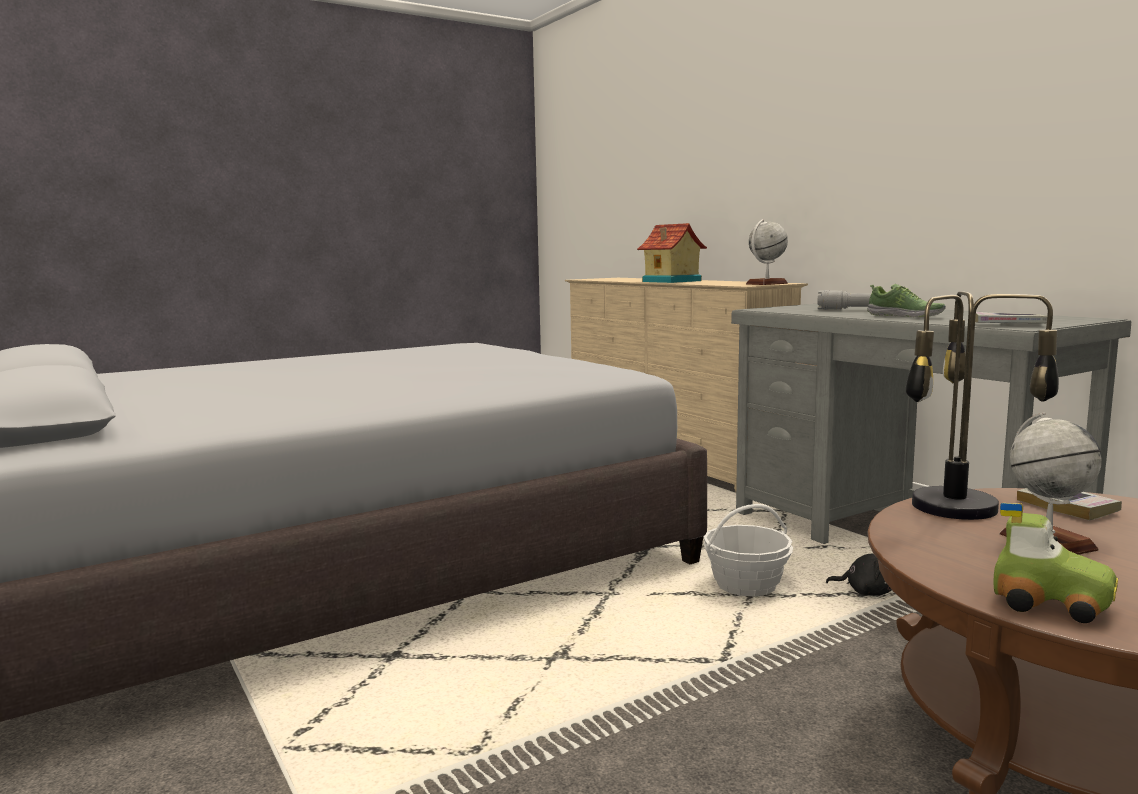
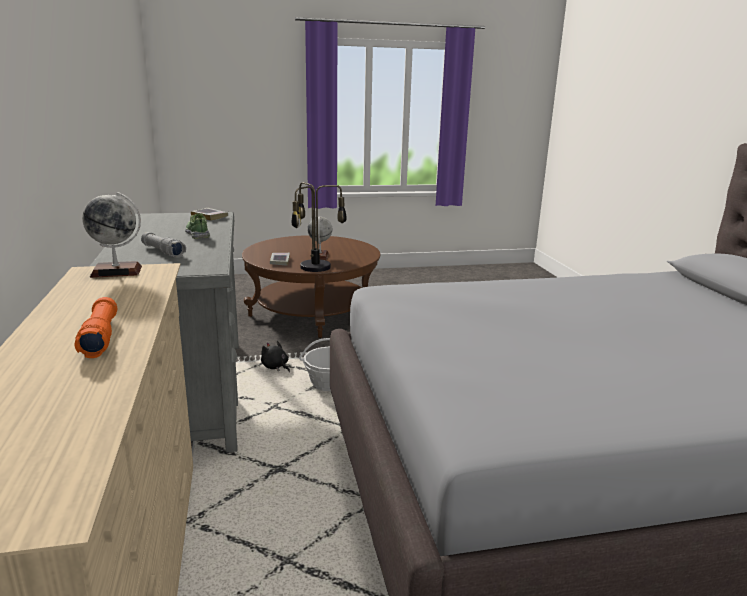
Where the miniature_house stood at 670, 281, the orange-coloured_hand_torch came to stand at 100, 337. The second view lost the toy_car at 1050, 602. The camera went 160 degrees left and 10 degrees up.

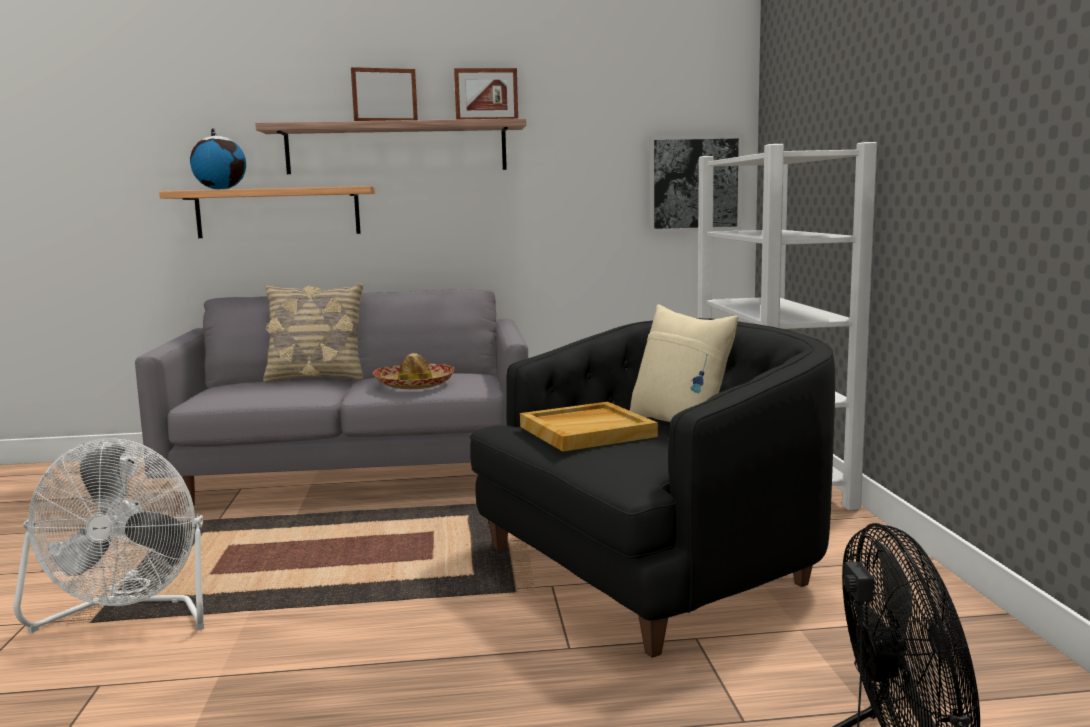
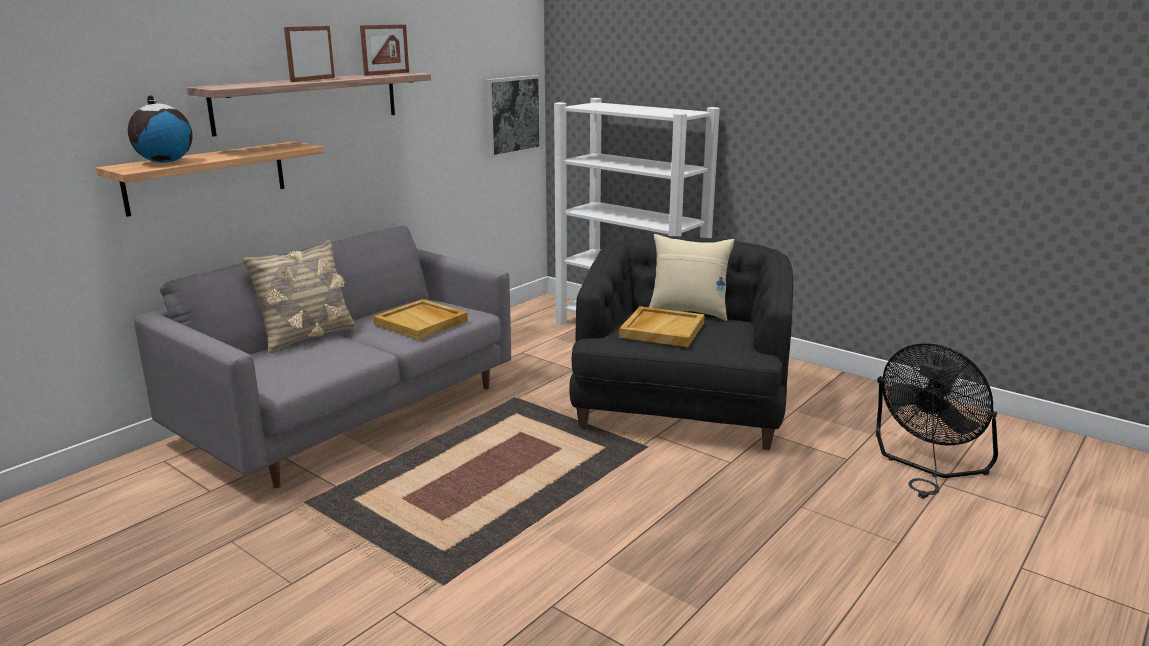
Where the clothing_hat stood at 414, 384, the sand-coloured_tray came to stand at 422, 322. The second view lost the white-coloured_electric_fan at 127, 613. The camera went 45 degrees left and 10 degrees up.

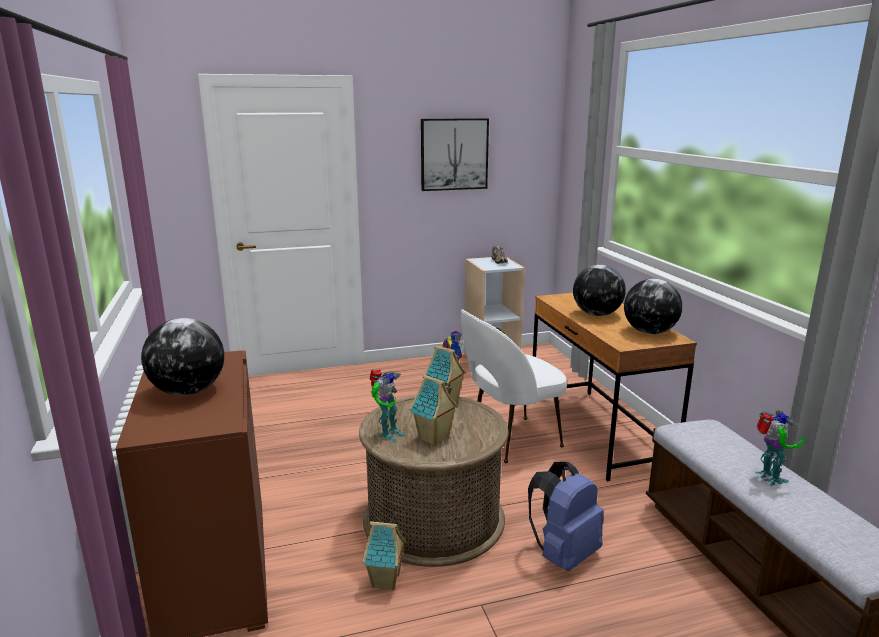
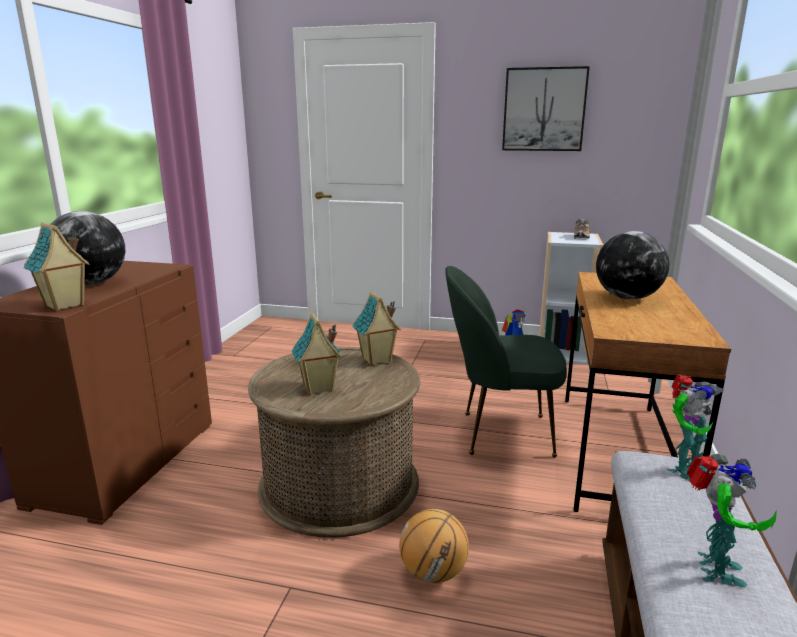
The miniature_house ended up elsewhere, having gone from 386, 581 to 64, 305. Where the bluish_backpack stood at 563, 554, the basketball_ball came to stand at 433, 573. What was the white-coloured_plain_chair at 508, 441 turned into the green_plain_chair at 497, 434. The model_robot ended up elsewhere, having gone from 387, 434 to 685, 470. The second view lost the desk_globe at 649, 332. The camera went 30 degrees right and 0 degrees up.

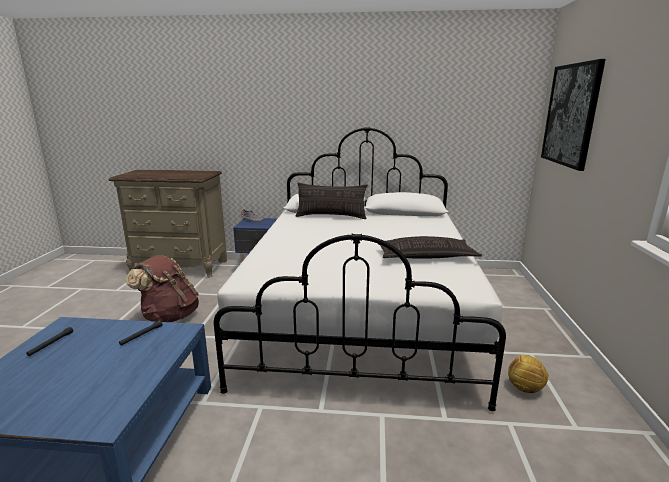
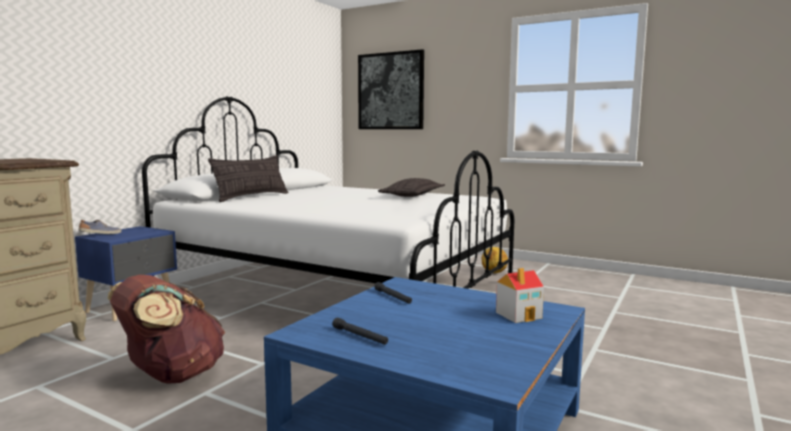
The second view gained the miniature_house at 519, 315. The camera went 65 degrees left and 10 degrees down.

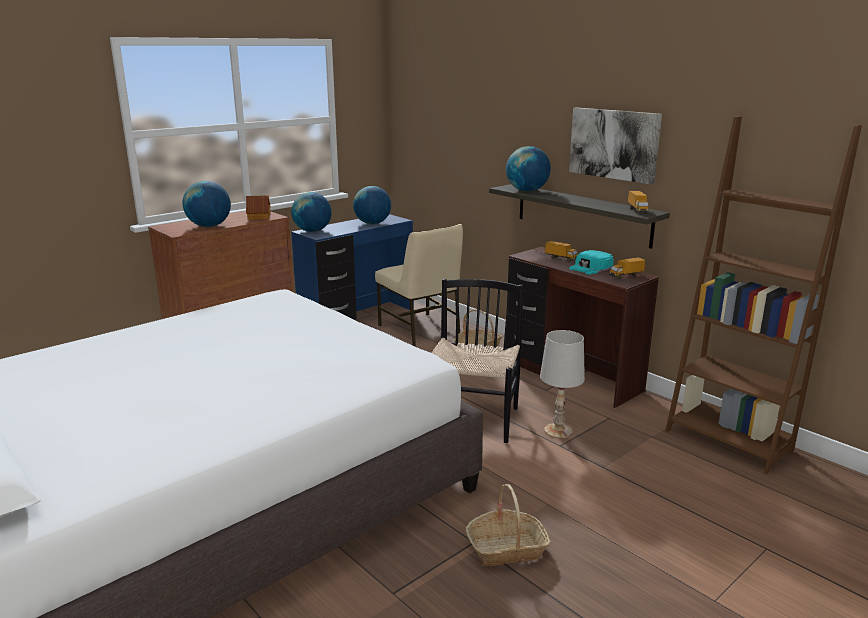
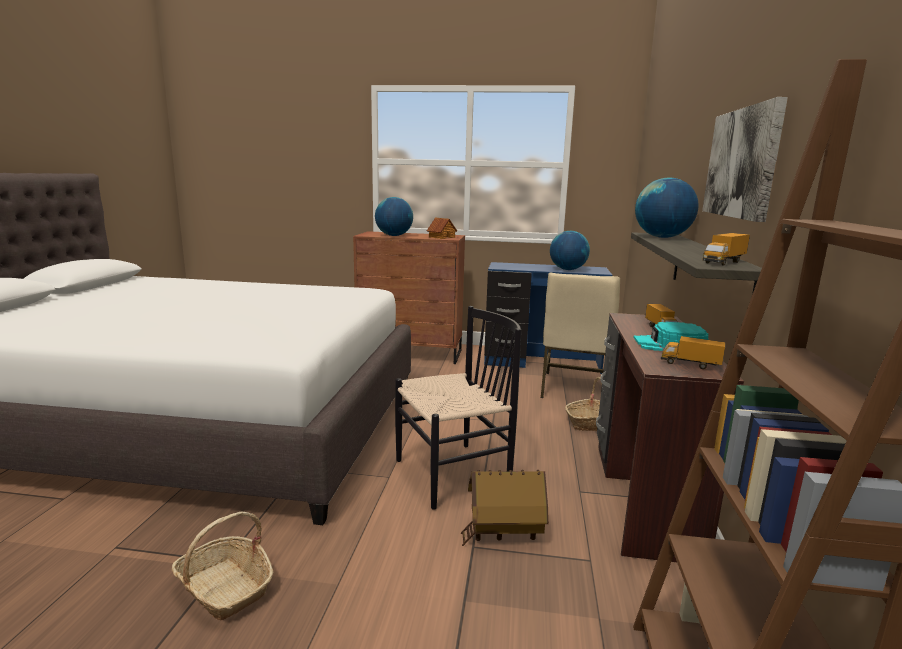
Where the white-coloured_lamp_for_a_table stood at 558, 431, the miniature_house came to stand at 503, 533. The second view lost the desk_globe at 312, 231. The camera went 50 degrees right and 5 degrees down.

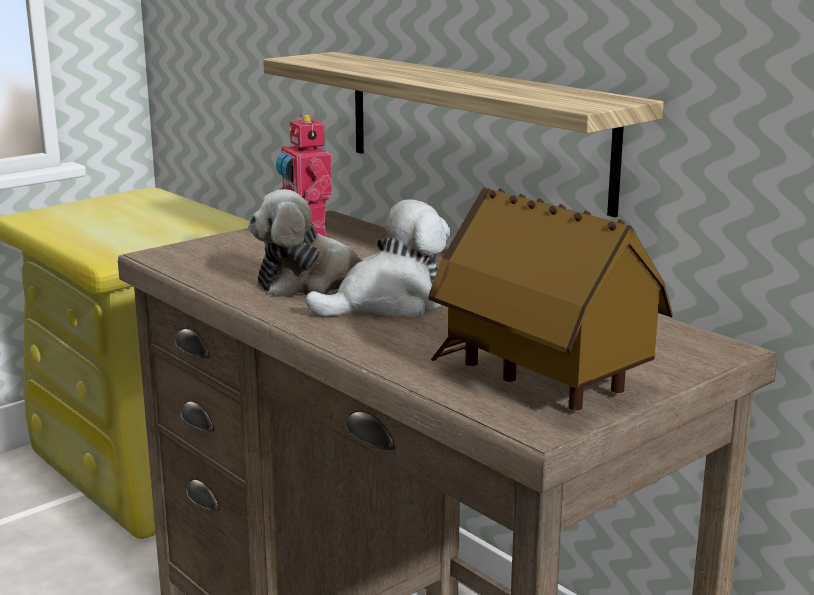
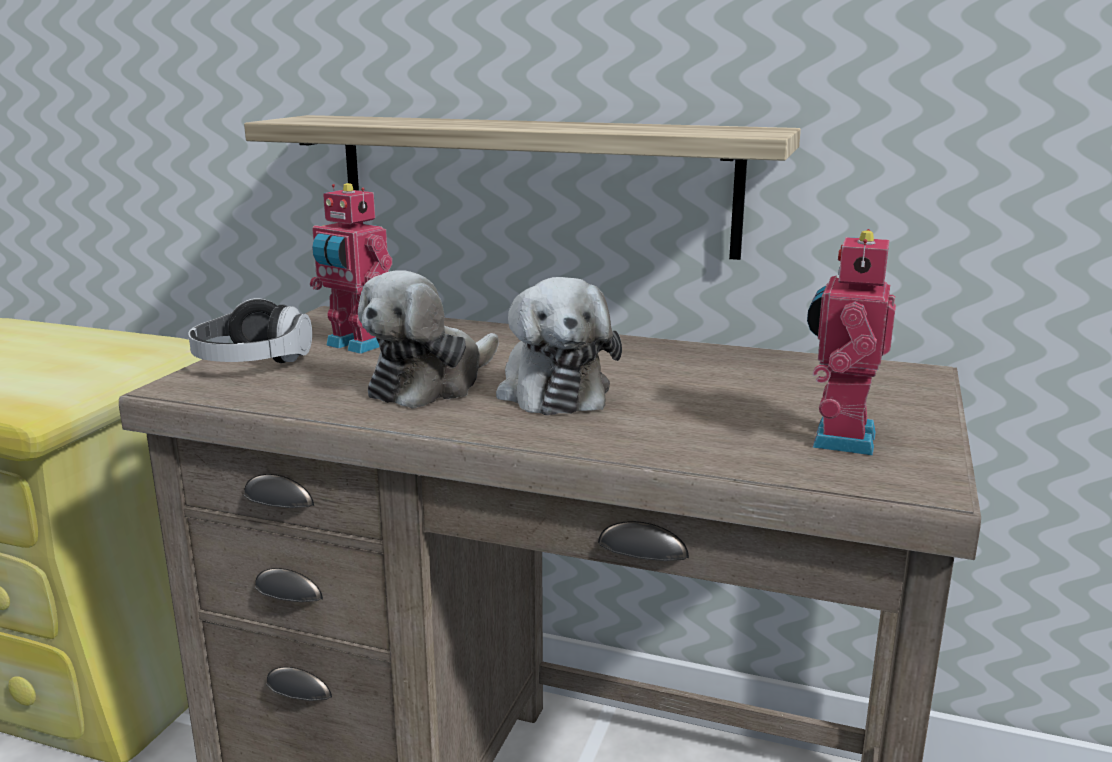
The second view gained the pair_of_headphones at 252, 364. The cuddly_toy at 388, 303 ended up facing another way, 135 degrees clockwise from before. Where the miniature_house stood at 541, 381, the model_robot came to stand at 838, 438. The camera went 30 degrees left and 0 degrees up.

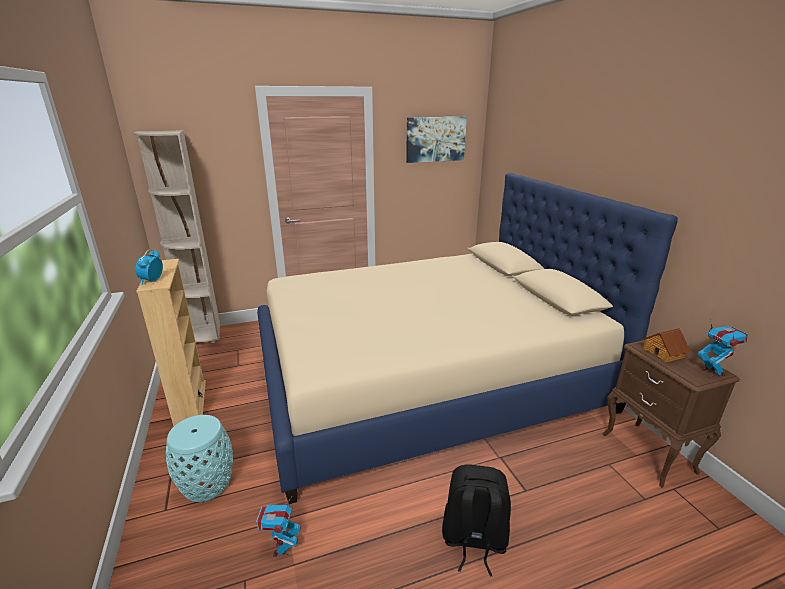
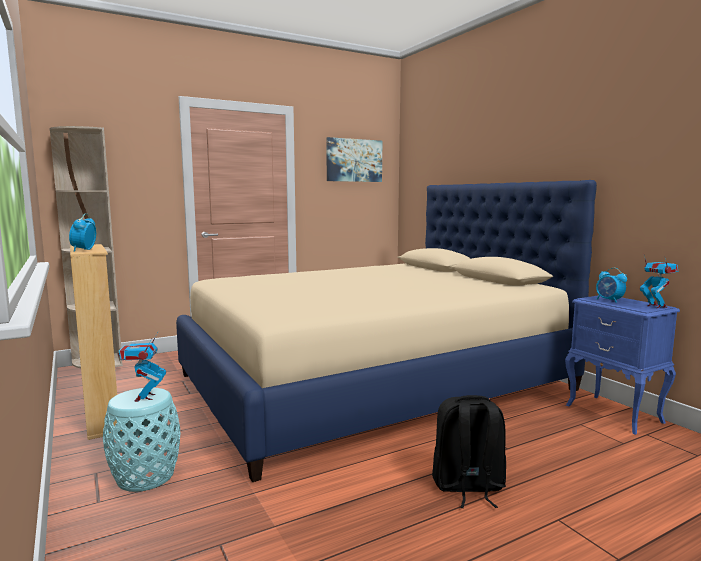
The model_robot ended up elsewhere, having gone from 282, 548 to 144, 397. What was the brown_nightstand at 648, 453 turned into the bluish_nightstand at 614, 414. Where the miniature_house stood at 663, 353, the bedside_clock came to stand at 609, 300. The camera went 10 degrees left and 15 degrees down.

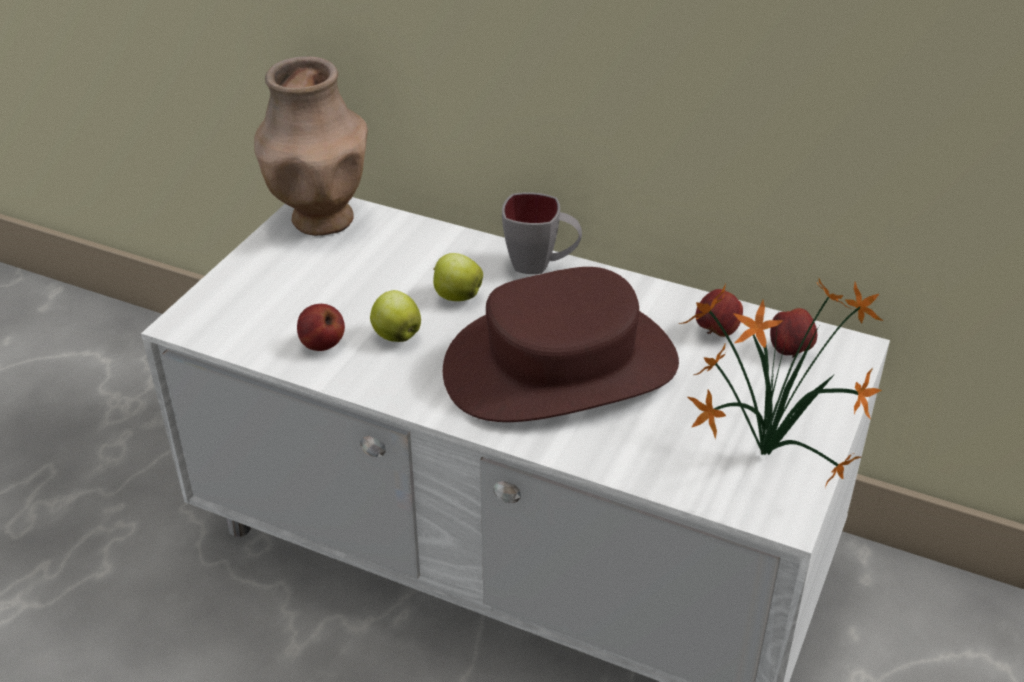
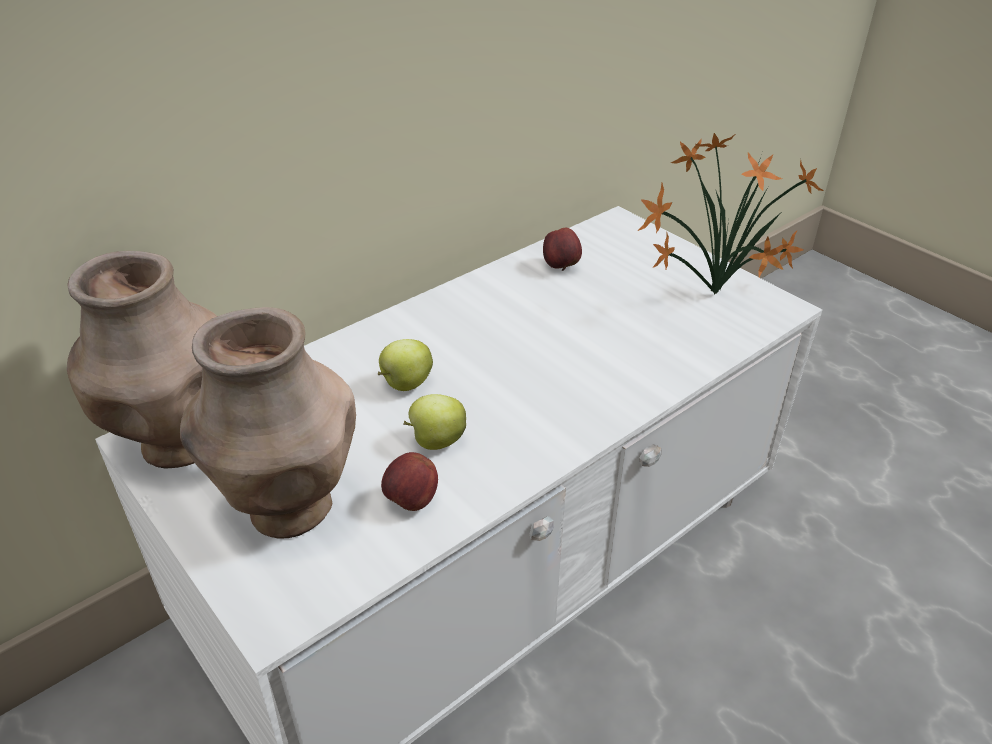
The second view gained the brown_decorative_vase at 289, 509. The second view lost the brown_clothing_hat at 560, 367. The second view lost the gray_tea_mug at 541, 265. The second view lost the apple at 790, 351. The camera went 65 degrees left and 0 degrees up.

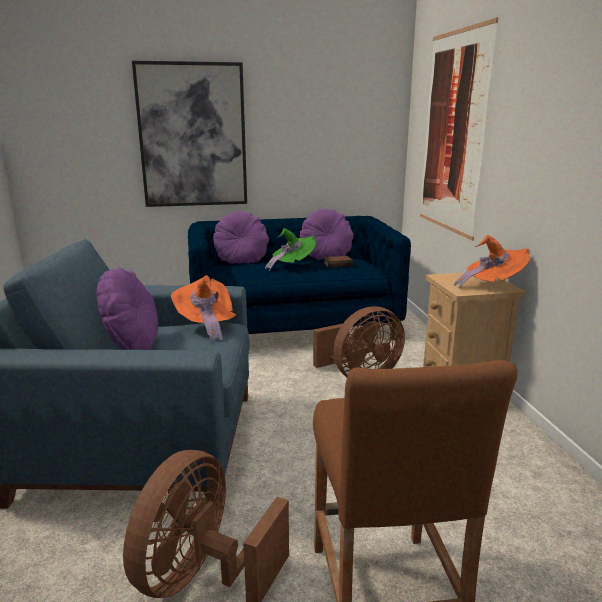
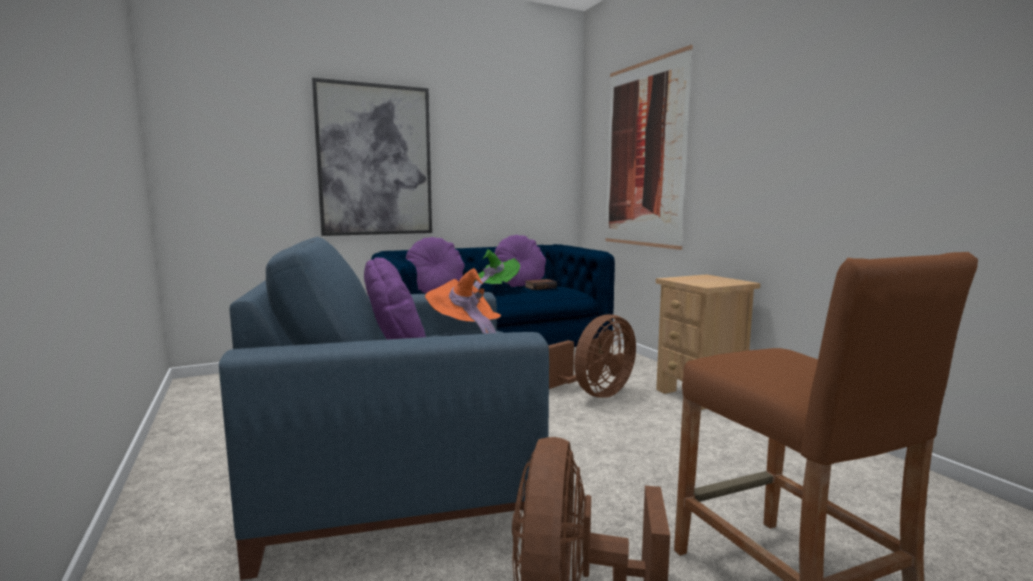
The second view lost the orange-coloured_clothing_hat at 492, 285. The camera went 15 degrees left and 10 degrees down.

